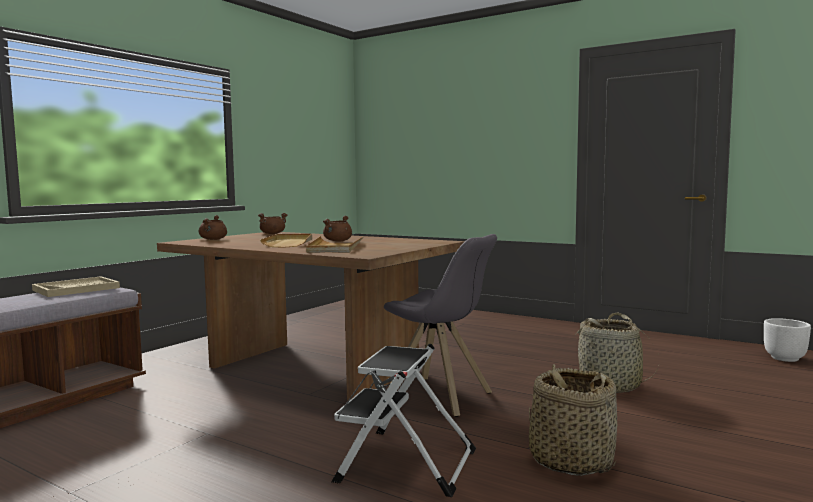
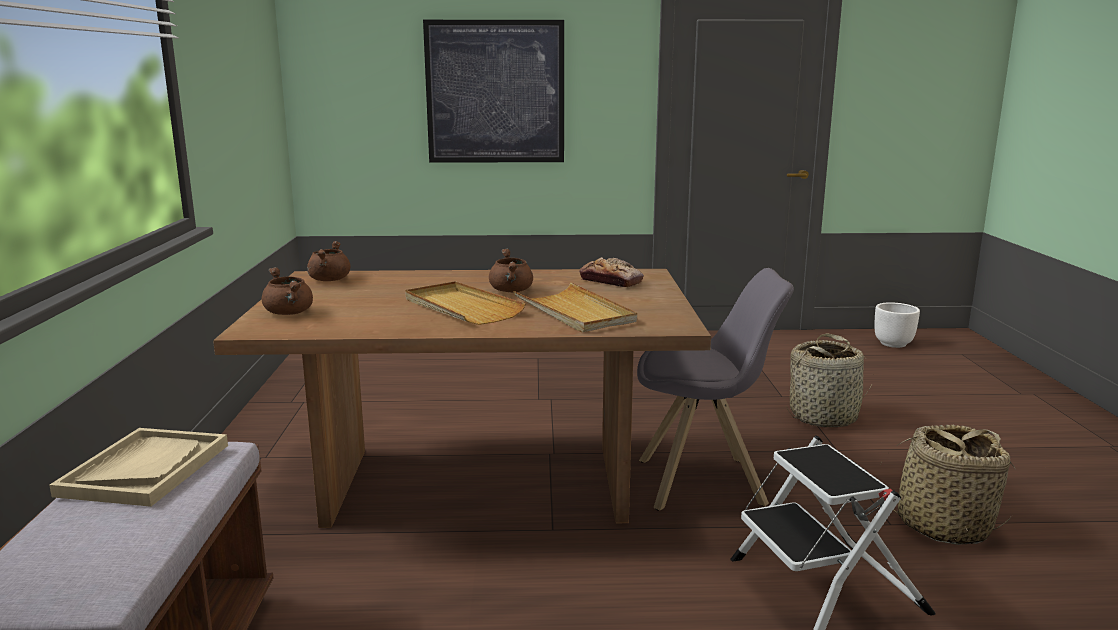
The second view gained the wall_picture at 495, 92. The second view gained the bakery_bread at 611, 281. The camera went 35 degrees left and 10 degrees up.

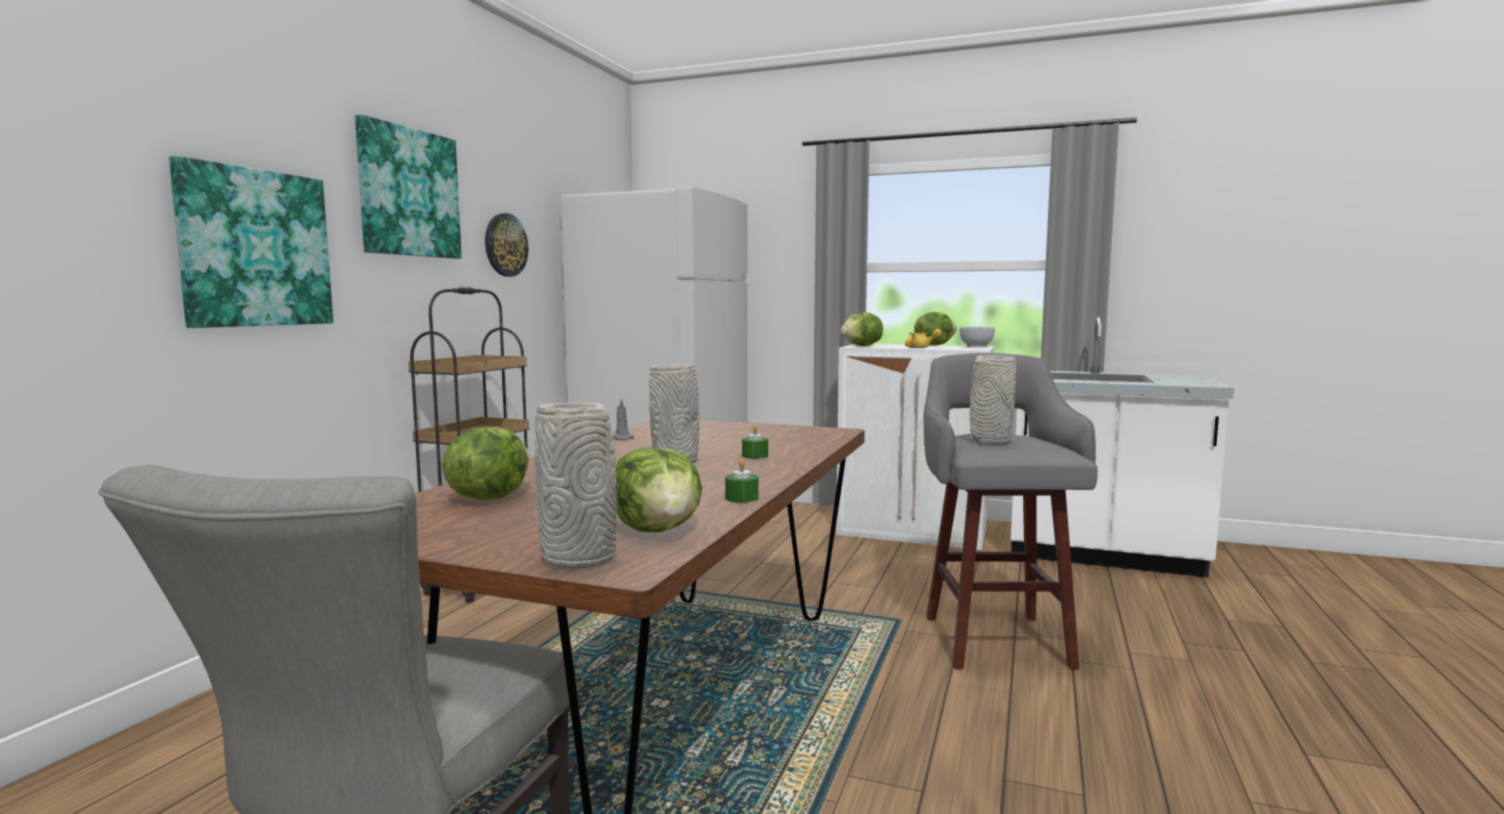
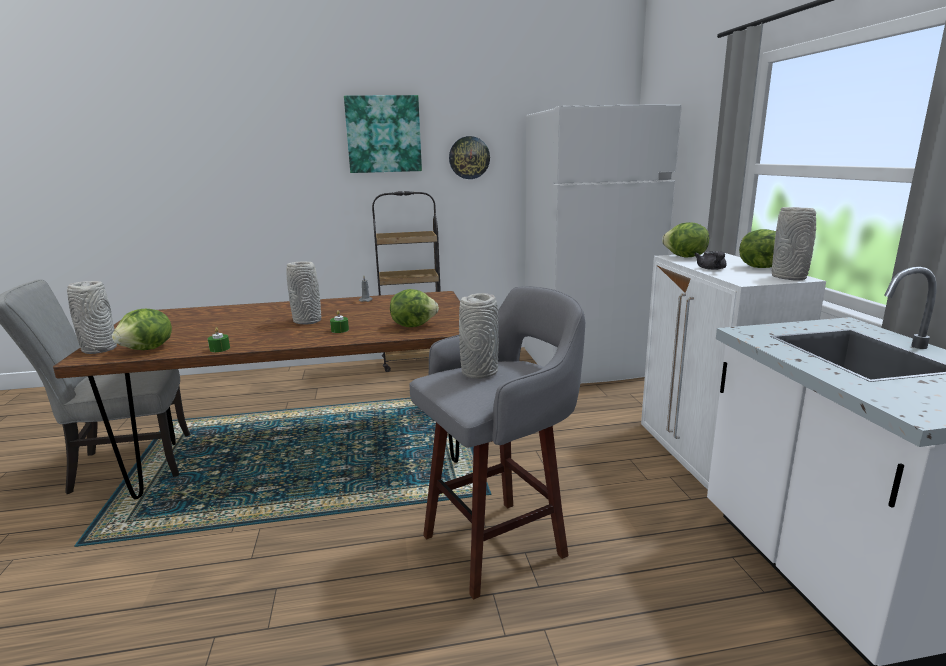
The lettuce_head ended up elsewhere, having gone from 488, 497 to 413, 325. What was the yellowish_tea_pot at 920, 348 turned into the gray_tea_pot at 712, 269. Where the deep_dish stood at 976, 346, the gray_decorative_vase came to stand at 789, 277. The second view lost the wall_picture at 255, 248. The camera went 60 degrees right and 10 degrees up.

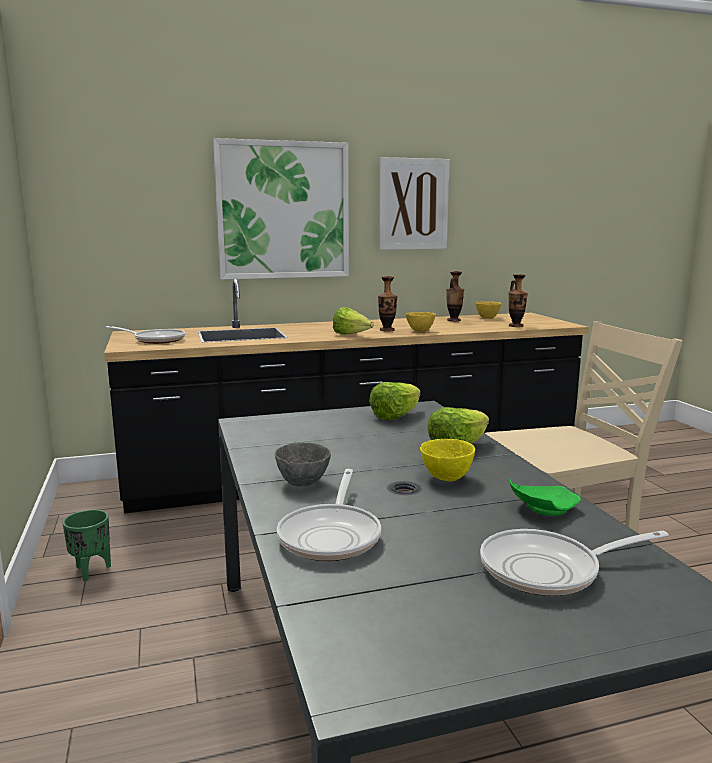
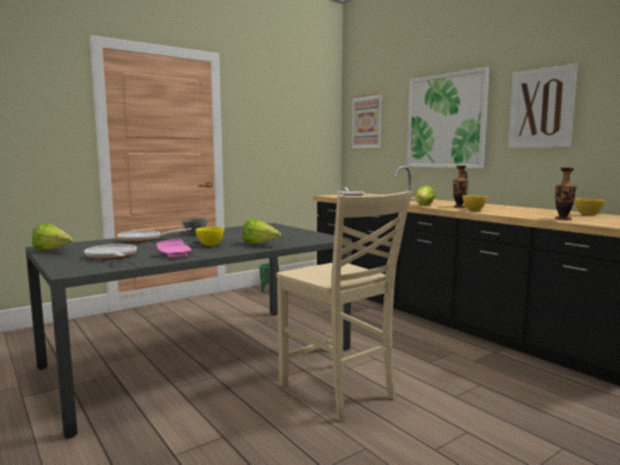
The lettuce_head ended up elsewhere, having gone from 395, 416 to 53, 250. What was the green_plate at 542, 509 turned into the pink_plate at 176, 255. The second view gained the wall_picture at 367, 122. The second view lost the decorative_vase at 454, 320. The camera went 70 degrees right and 5 degrees down.

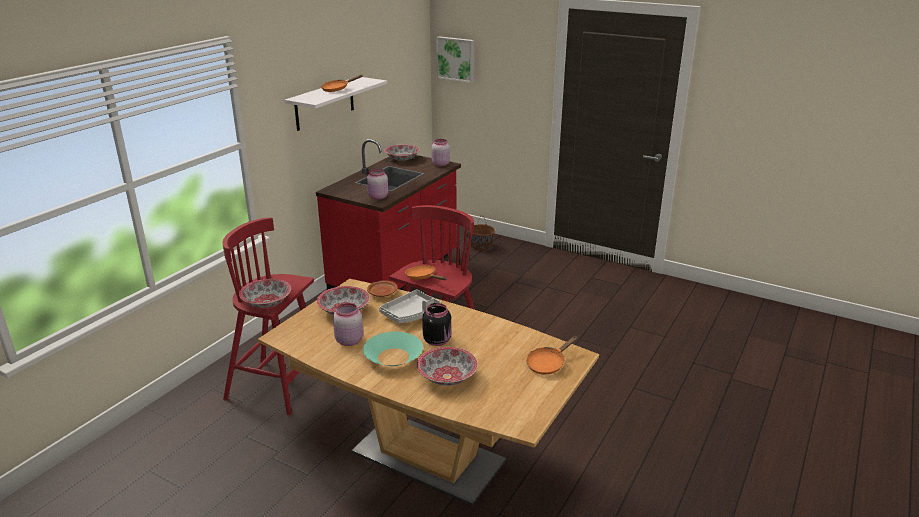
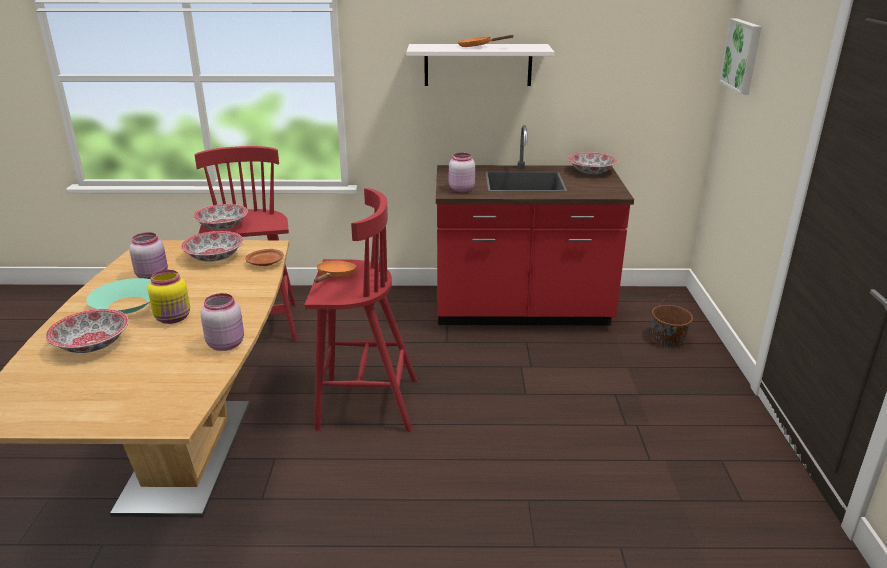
What was the black_preserve_jar at 437, 340 turned into the yellowish_preserve_jar at 174, 318. The pink_preserve_jar ended up elsewhere, having gone from 440, 164 to 226, 344. The second view lost the gray_tray at 411, 314. The second view lost the orange-coloured_frying_pan at 548, 364. The camera went 60 degrees right and 0 degrees up.

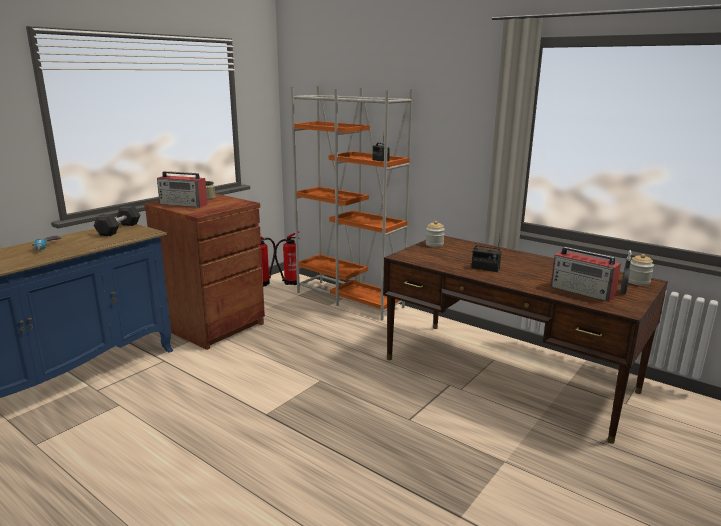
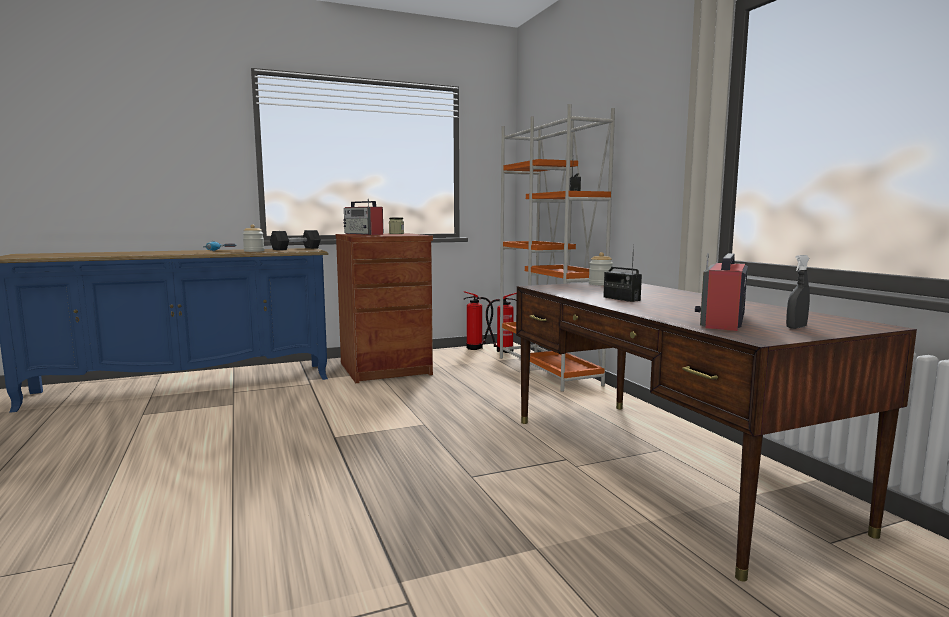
The preserve_jar ended up elsewhere, having gone from 638, 282 to 254, 251. The radio at 582, 292 ended up facing another way, 45 degrees clockwise from before. The camera went 30 degrees right and 10 degrees down.

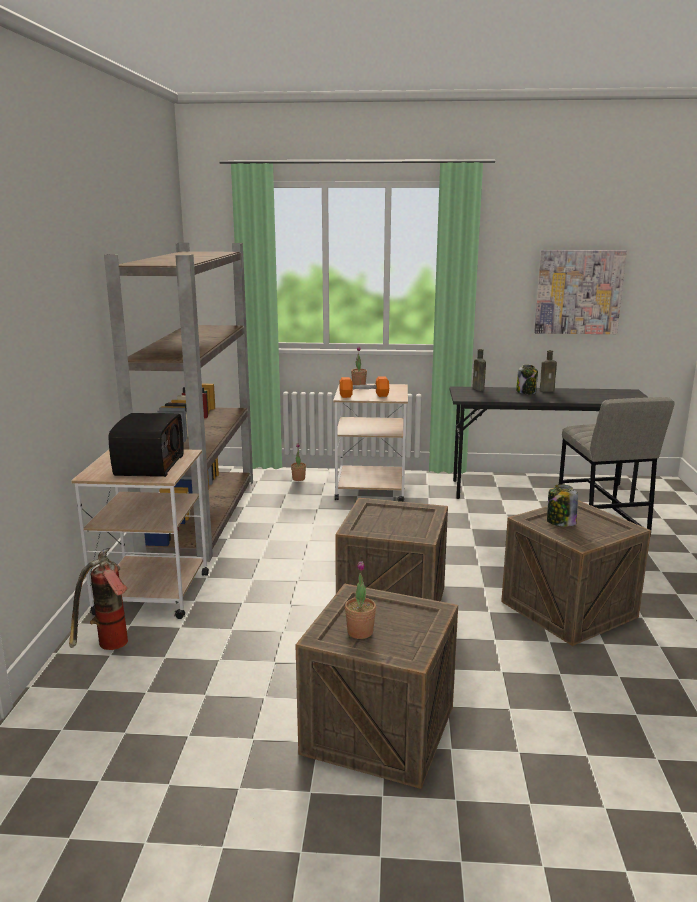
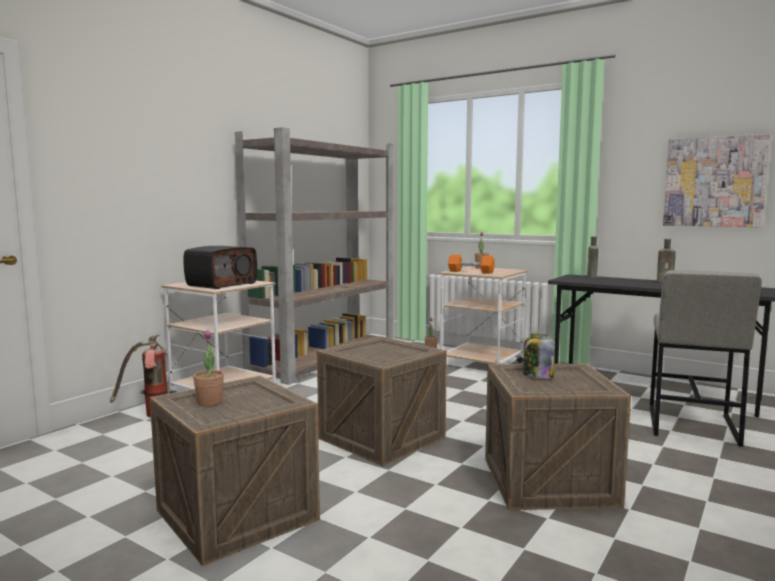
The second view lost the preserve_jar at 526, 392. The camera went 30 degrees right and 10 degrees down.

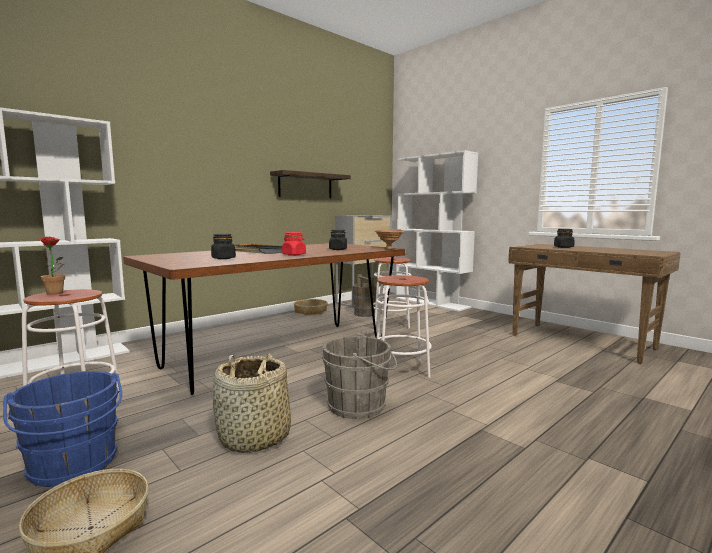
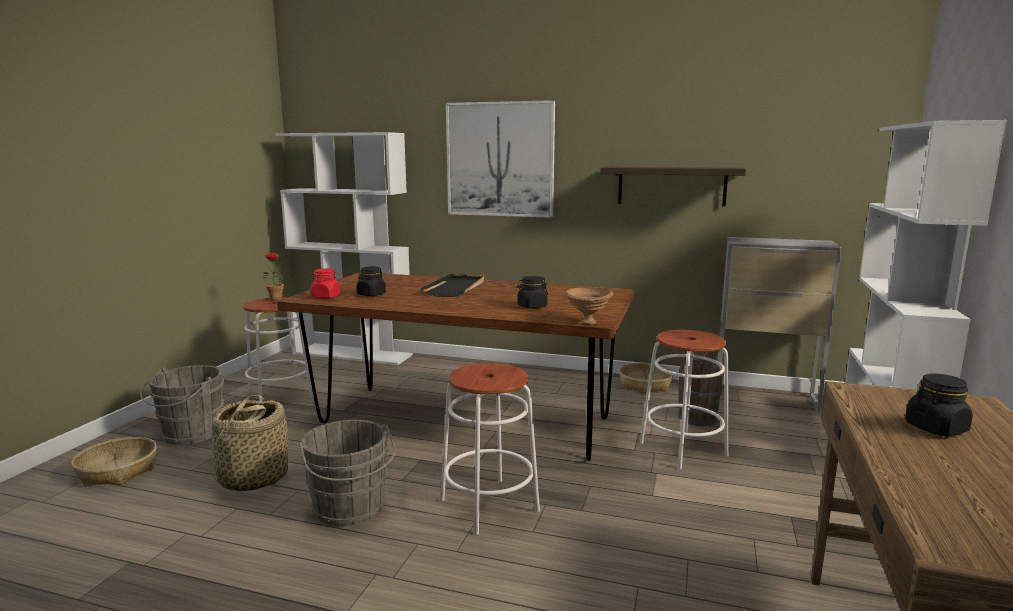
What was the bluish_water_bucket at 73, 466 turned into the gray_water_bucket at 190, 434. The red_preserve_jar ended up elsewhere, having gone from 294, 255 to 326, 297. The second view gained the wall_picture at 500, 159. The camera went 60 degrees right and 5 degrees up.

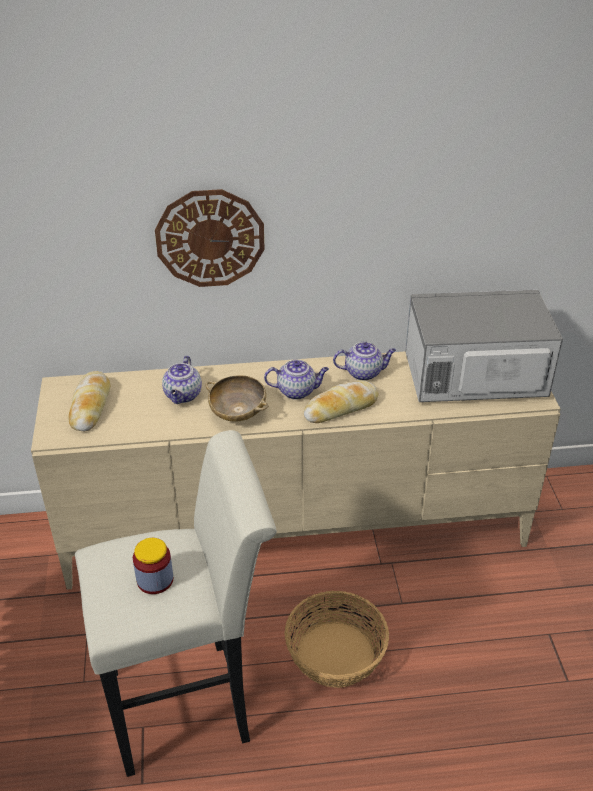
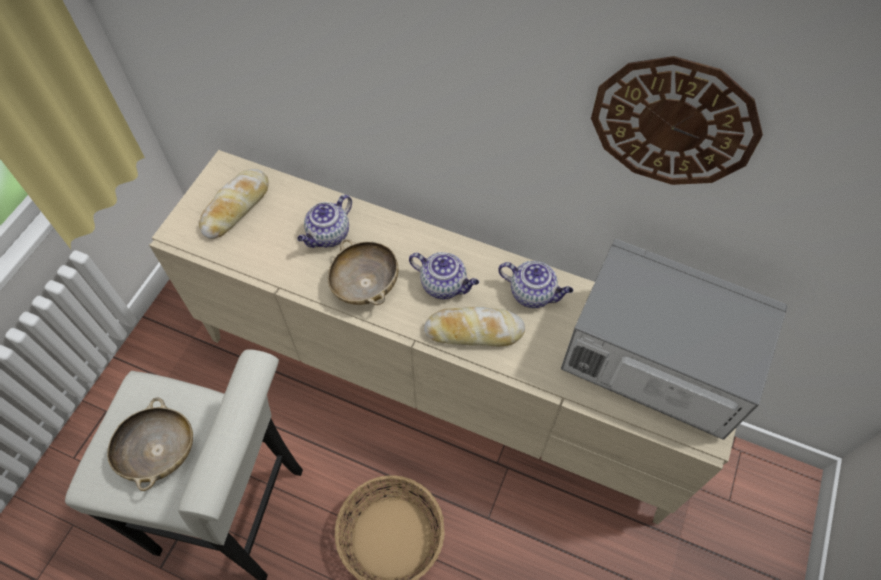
Where the preserve_jar stood at 155, 580, the sand-coloured_deep_dish came to stand at 160, 452. The hanging_clock ended up elsewhere, having gone from 210, 238 to 673, 123. The camera went 30 degrees right and 20 degrees up.

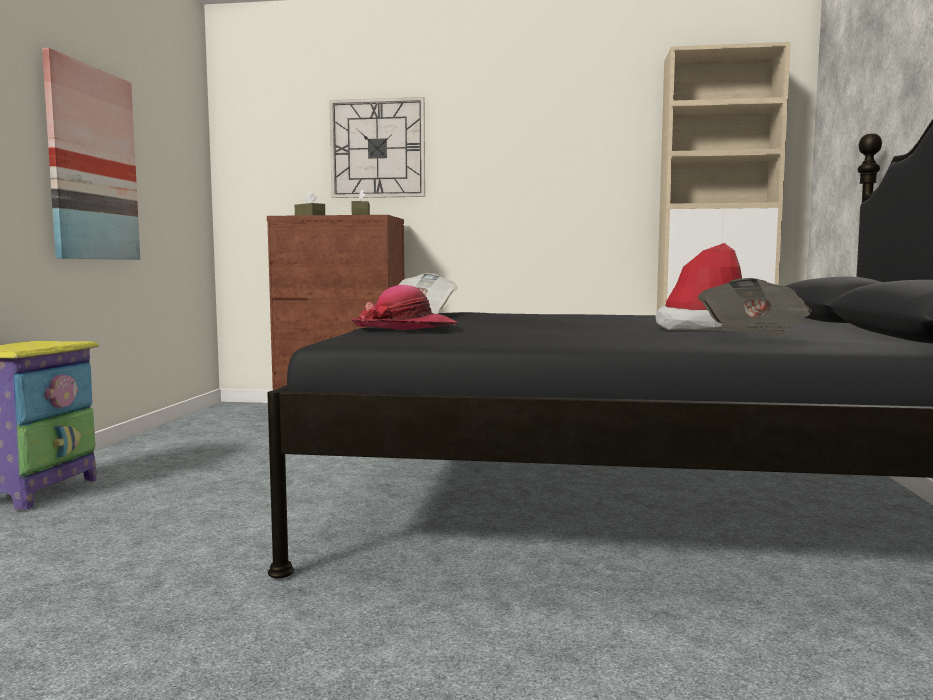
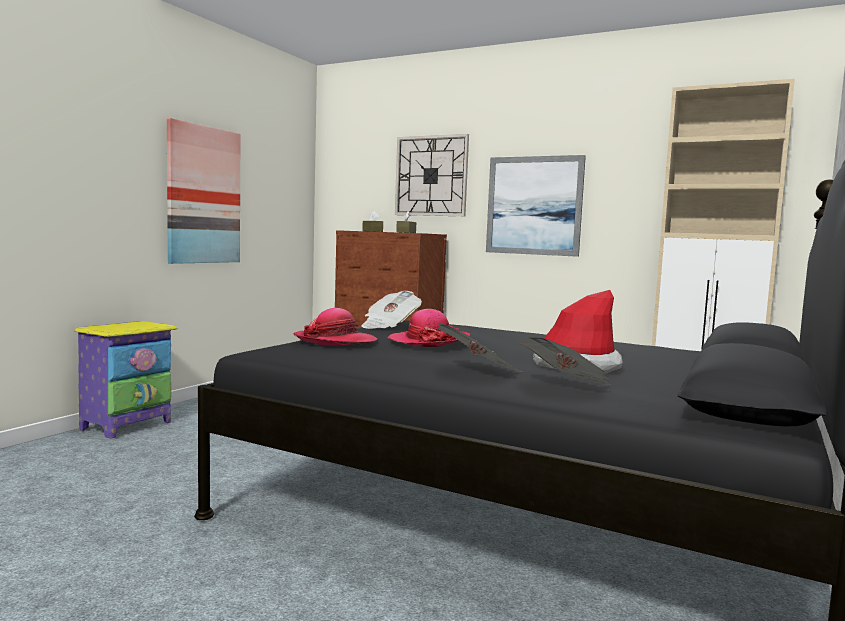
The second view gained the clothing_hat at 429, 341. The second view gained the newspaper at 479, 372. The second view gained the wall_picture at 534, 205. The camera went 20 degrees right and 0 degrees up.

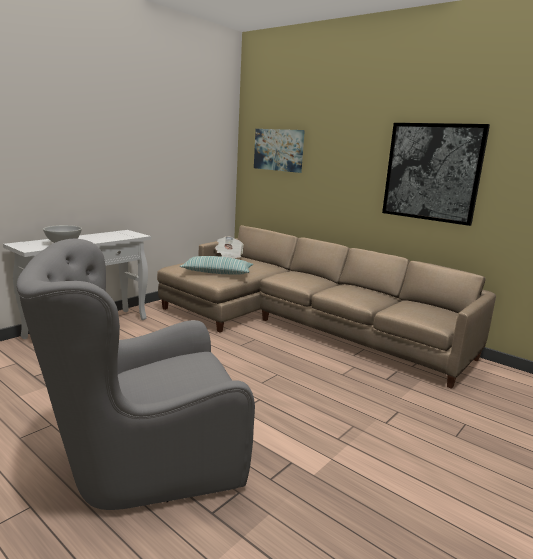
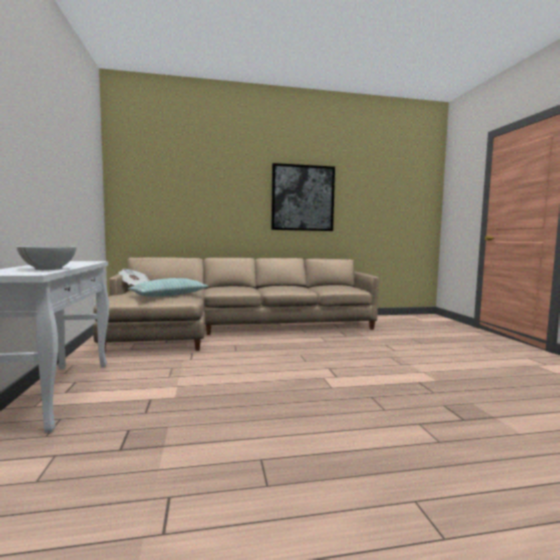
The second view lost the gray_easy_chair at 142, 461. The second view lost the wall_picture at 279, 150. The camera went 50 degrees left and 10 degrees down.

